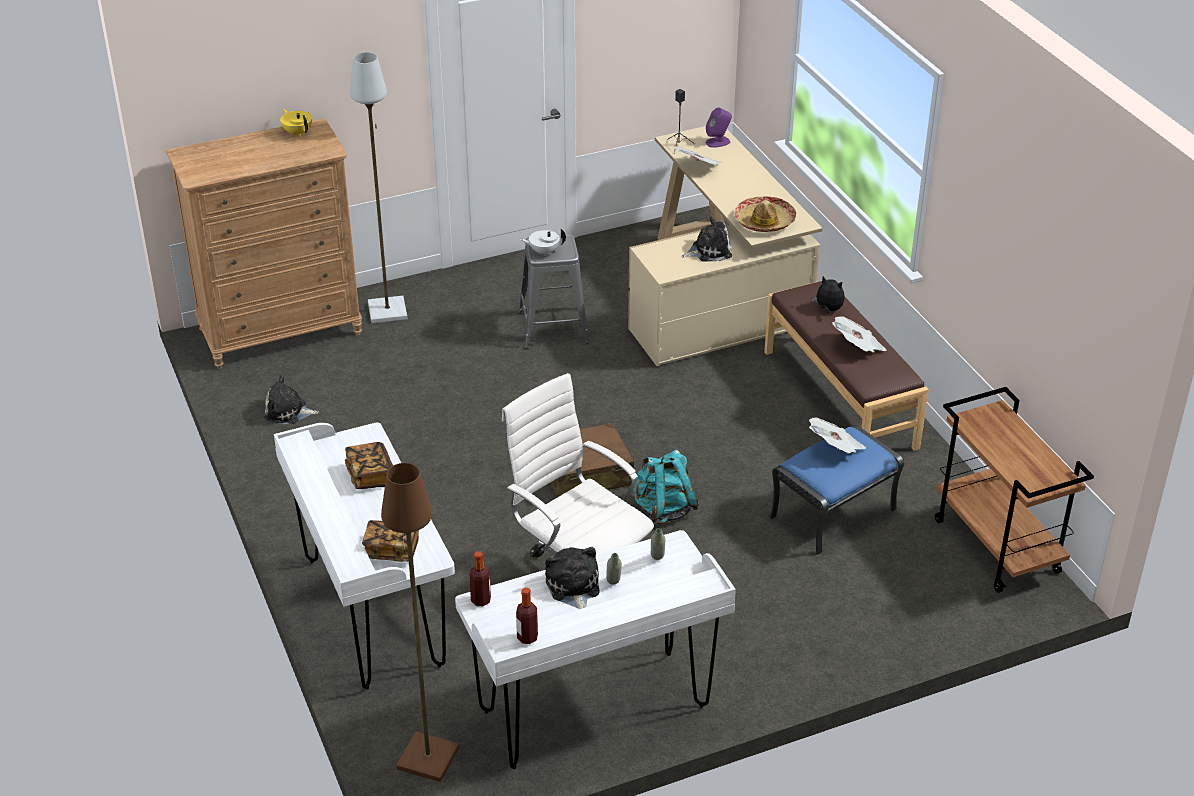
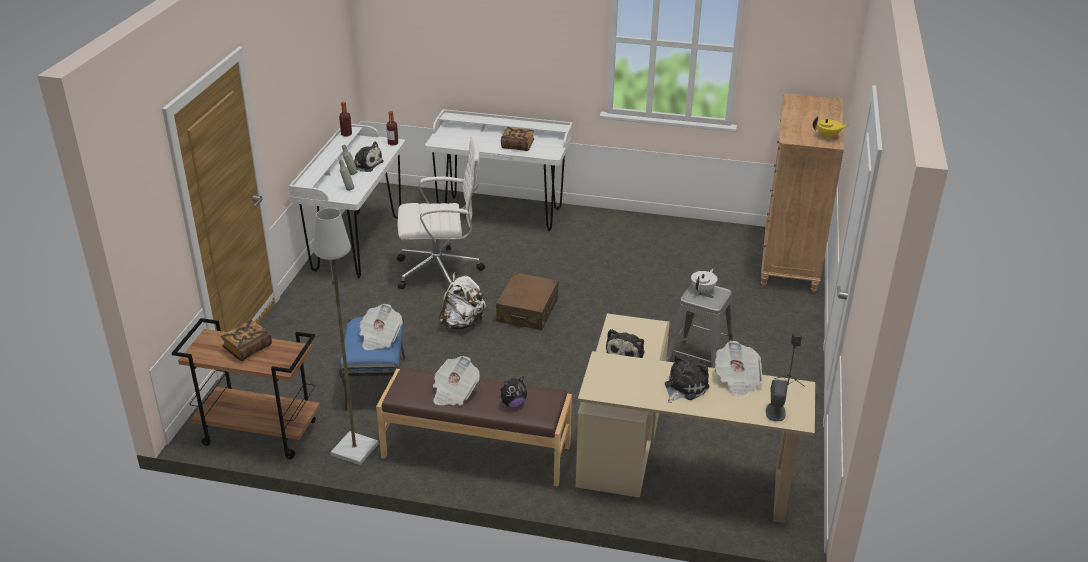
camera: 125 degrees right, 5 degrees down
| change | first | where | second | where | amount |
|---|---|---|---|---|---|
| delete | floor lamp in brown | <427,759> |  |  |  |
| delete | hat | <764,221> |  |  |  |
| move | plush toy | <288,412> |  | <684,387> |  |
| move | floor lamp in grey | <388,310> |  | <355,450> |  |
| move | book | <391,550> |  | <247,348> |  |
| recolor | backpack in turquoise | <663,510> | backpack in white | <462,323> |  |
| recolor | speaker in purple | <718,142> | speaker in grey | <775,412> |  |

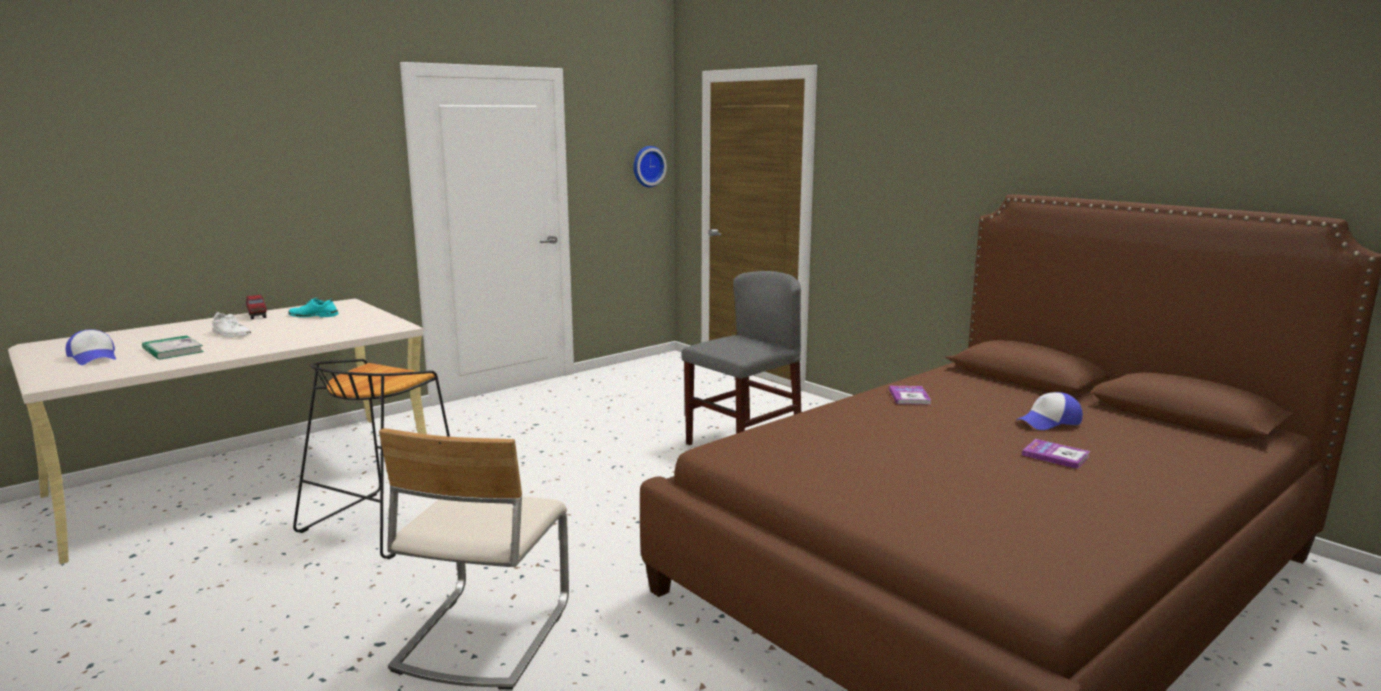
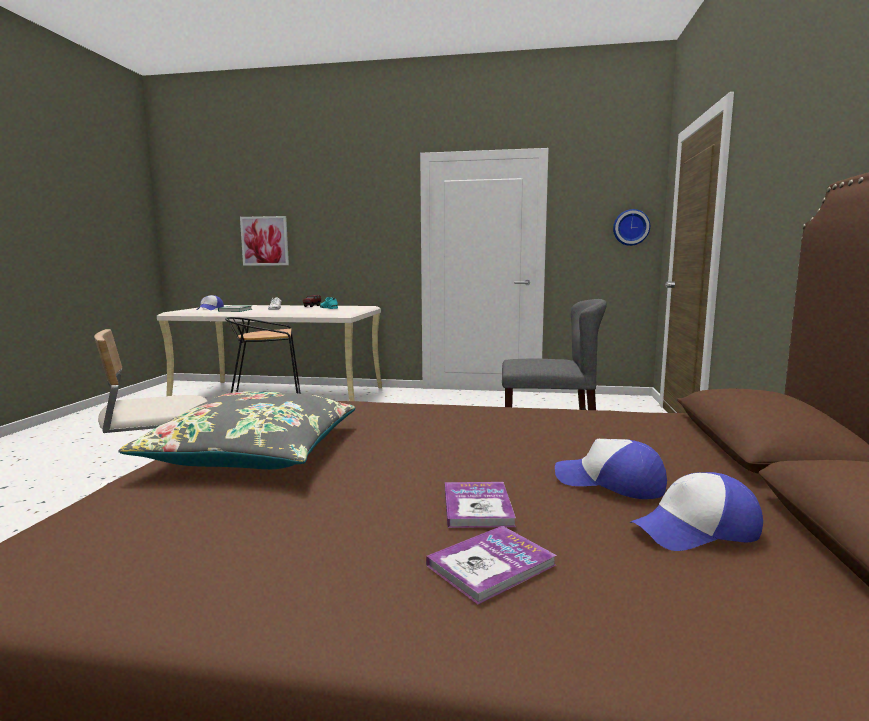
camera: 50 degrees right, 5 degrees down
| change | first | where | second | where | amount |
|---|---|---|---|---|---|
| insert |  |  | pillow in grey | <255,452> |  |
| insert |  |  | picture | <265,241> |  |
| insert |  |  | cap | <696,530> |  |
| move | book | <909,397> |  | <491,565> |  |

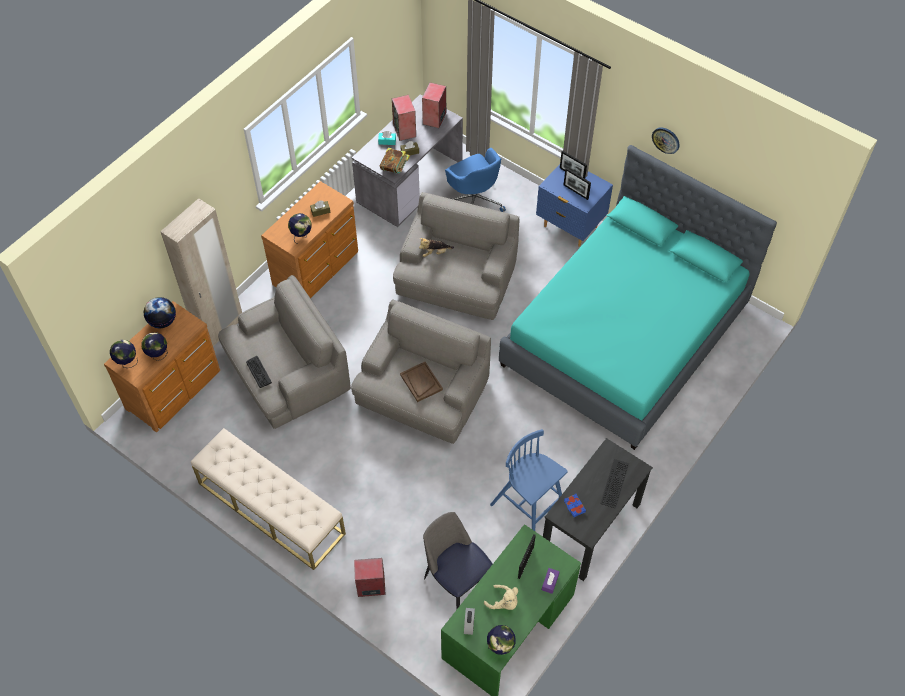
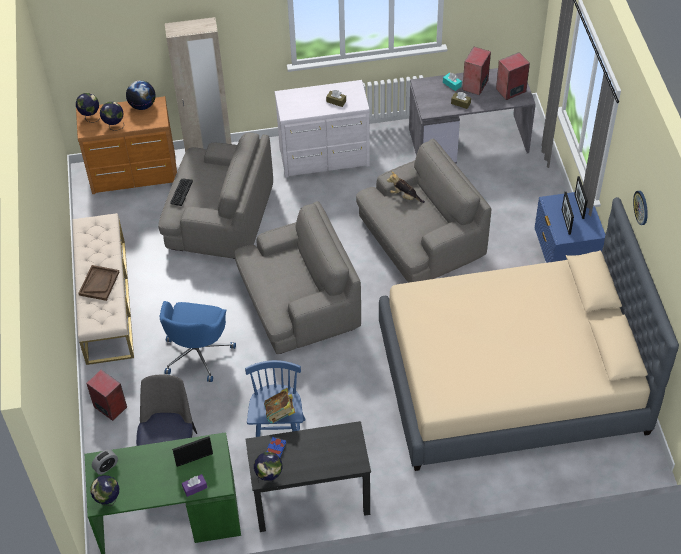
camera: 45 degrees right, 5 degrees down
| change | first | where | second | where | amount |
|---|---|---|---|---|---|
| delete | plush toy in beige | <504,602> |  |  |  |
| delete | keyboard | <614,482> |  |  |  |
| move | globe | <301,236> |  | <269,477> |  |
| move | book | <395,168> |  | <280,414> |  |
| move | tray in brown | <421,382> |  | <99,283> |  |
| move | office chair in blue | <474,201> |  | <198,353> |  |
| recolor | dresser in brown | <318,268> | dresser in white | <325,158> |  |
| recolor | bed in turquoise | <625,335> | bed in beige | <511,379> |  |

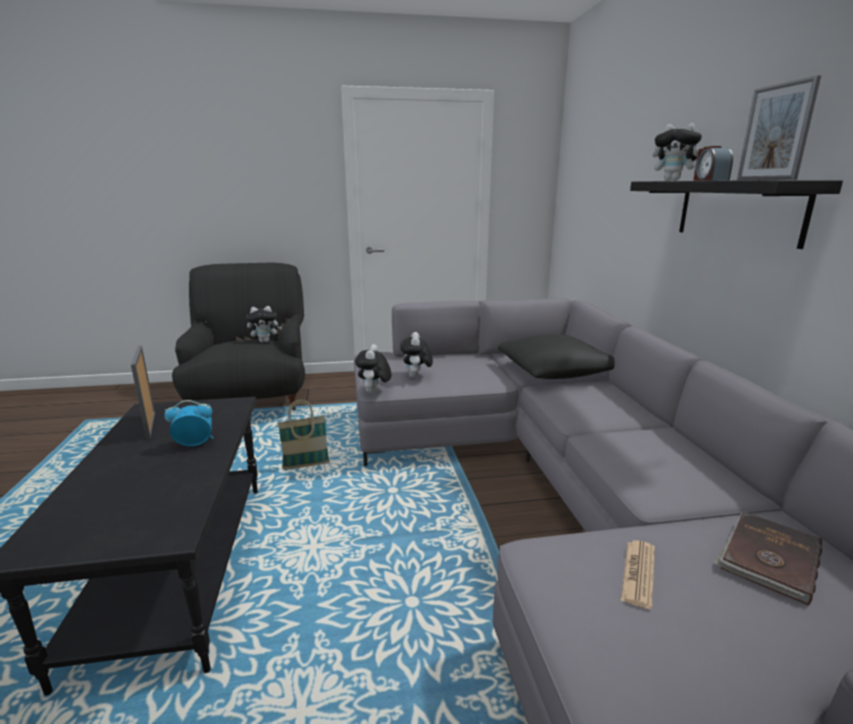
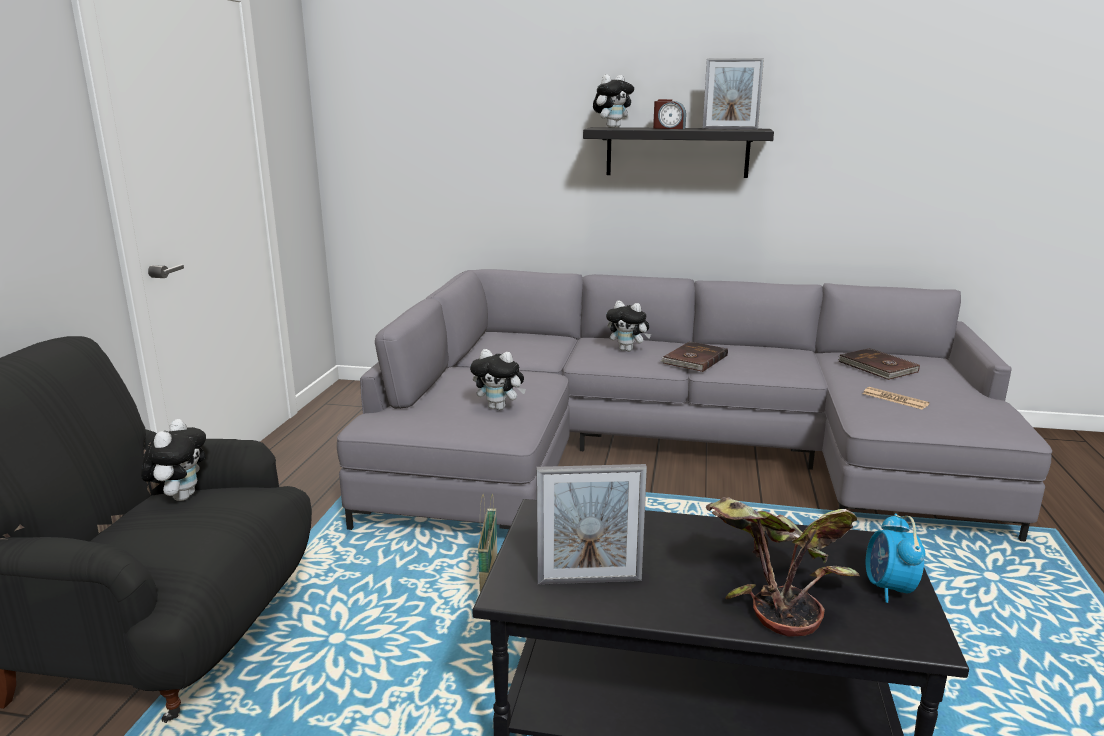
camera: 70 degrees left, 0 degrees up
| change | first | where | second | where | amount |
|---|---|---|---|---|---|
| delete | pillow in black | <554,372> |  |  |  |
| insert |  |  | book in brown | <694,359> |  |
| insert |  |  | potted plant | <770,589> |  |
| move | alarm clock | <194,444> |  | <888,589> |  |
| move | plush toy | <374,392> |  | <628,350> |  |

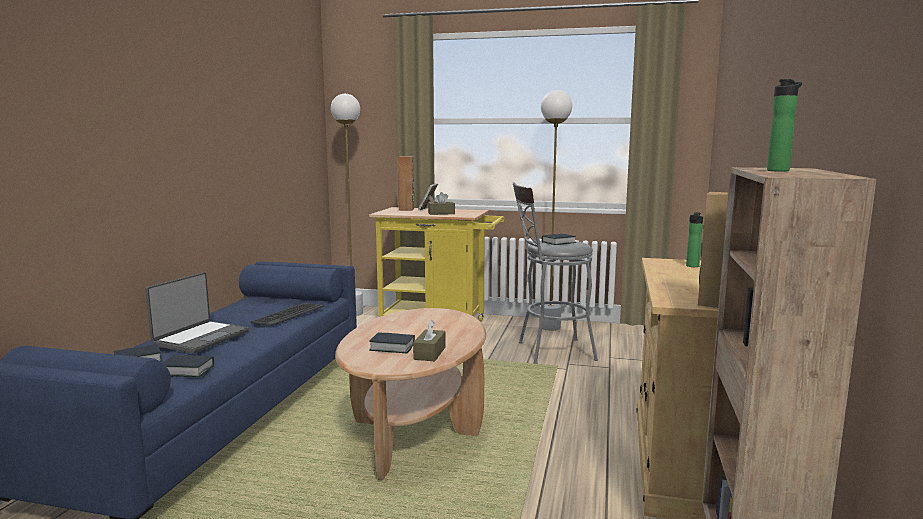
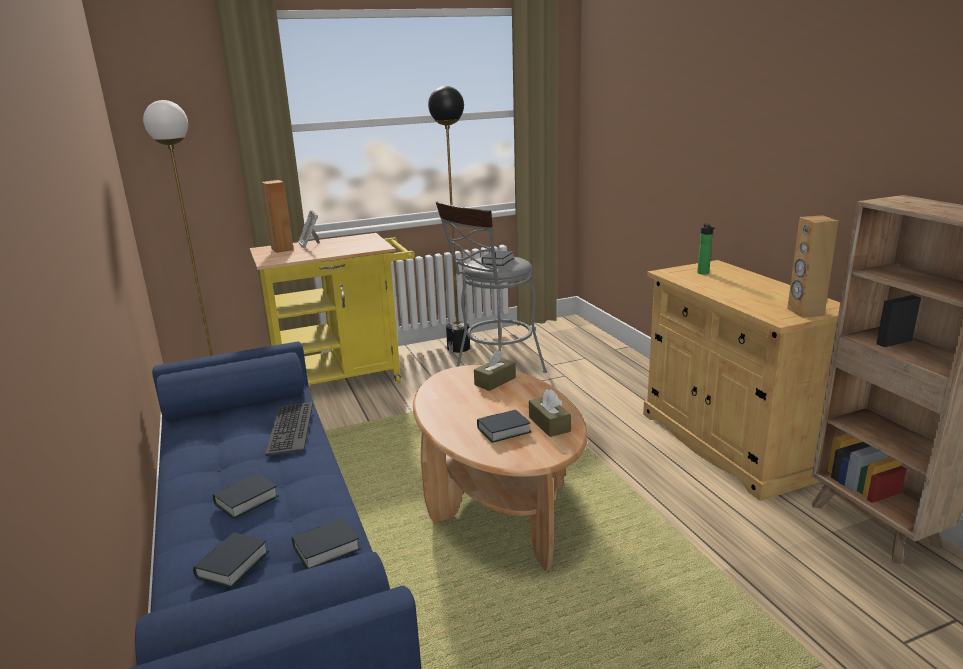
camera: 35 degrees left, 10 degrees up
| change | first | where | second | where | amount |
|---|---|---|---|---|---|
| delete | bottle | <779,170> |  |  |  |
| move | tissue box in brown | <441,213> |  | <495,381> |  |
| replace | laptop | <200,338> | book | <246,500> |  |
| recolor | floor lamp in white | <550,327> | floor lamp in black | <458,348> |  |

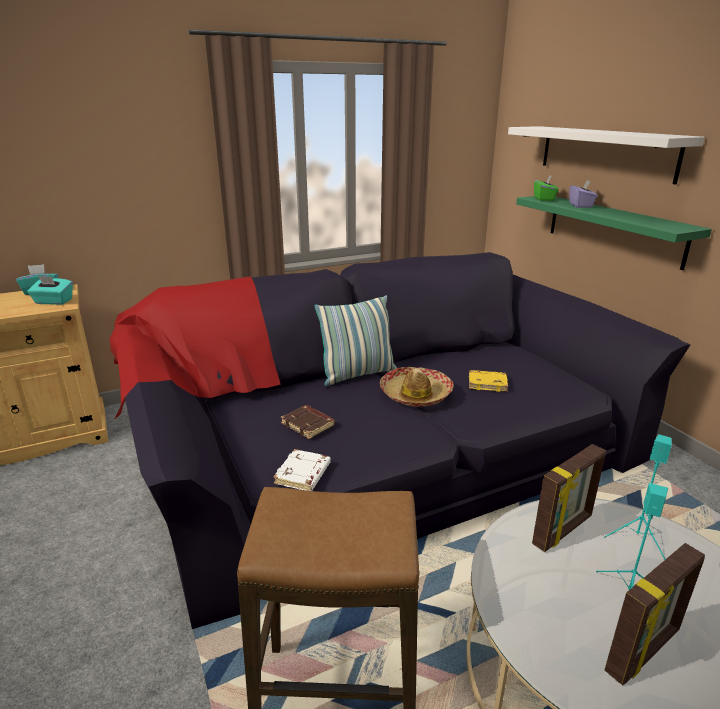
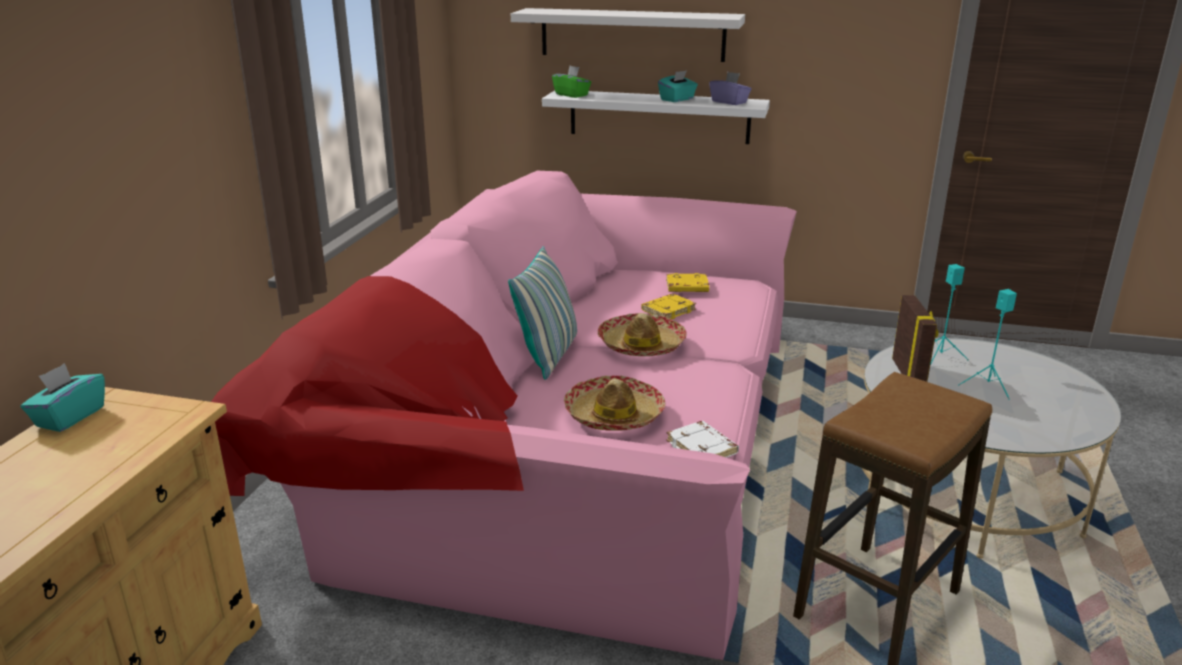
camera: 50 degrees left, 0 degrees up
| change | first | where | second | where | amount |
|---|---|---|---|---|---|
| delete | picture frame | <644,651> |  |  |  |
| insert |  |  | book in yellow | <686,287> |  |
| move | tissue box in turquoise | <53,302> |  | <677,99> |  |
| move | tissue box in purple | <581,205> |  | <729,102> |  |
| replace | book in brown | <309,425> | hat | <614,415> |  |
| recolor | sofa in black | <377,439> | sofa in pink | <569,430> |  |
| recolor | shelf in green | <613,229> | shelf in white | <659,116> |  |

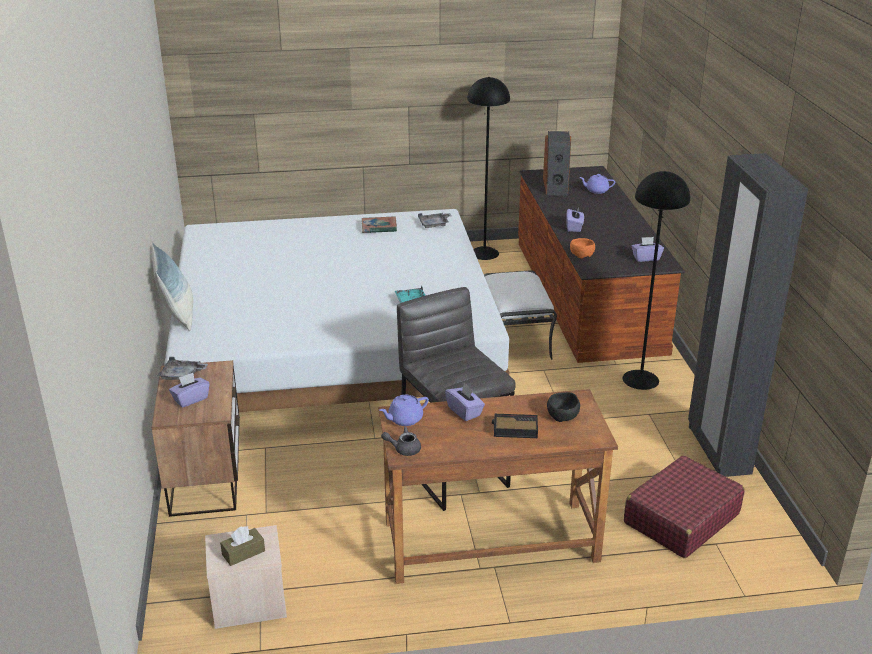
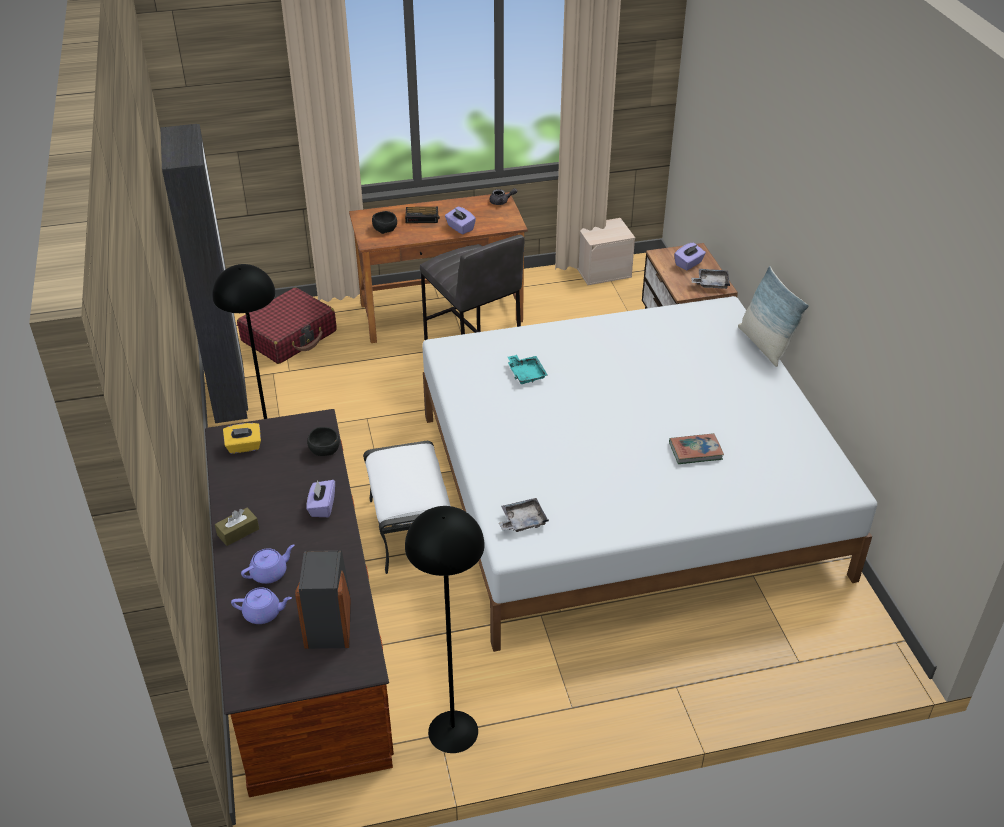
camera: 175 degrees right, 10 degrees up
| change | first | where | second | where | amount |
|---|---|---|---|---|---|
| move | tissue box in brown | <243,553> |  | <238,532> |  |
| move | book | <379,227> |  | <695,451> |  |
| move | teapot in purple | <404,419> |  | <270,573> |  |
| recolor | bowl in orange | <581,254> | bowl in black | <325,449> |  |
| recolor | tissue box in purple | <646,258> | tissue box in yellow | <244,447> |  |

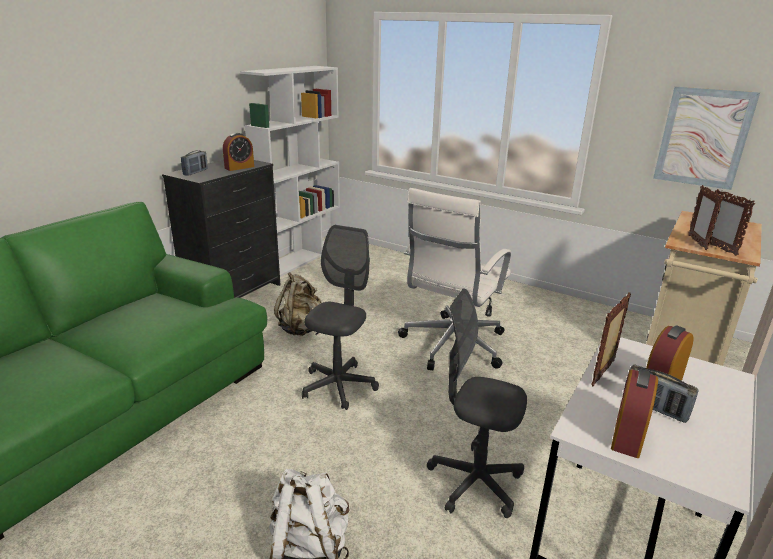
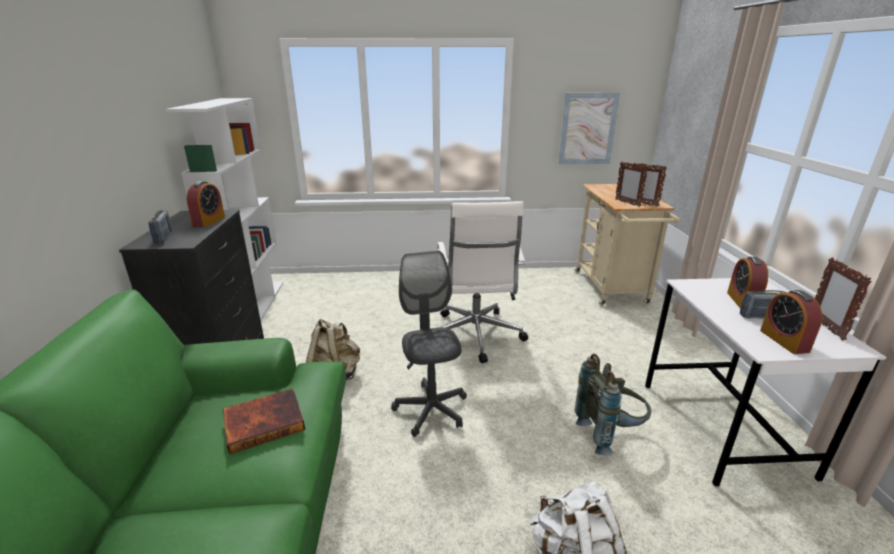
camera: 35 degrees left, 0 degrees up
| change | first | where | second | where | amount |
|---|---|---|---|---|---|
| insert |  |  | book | <264,422> |  |
| move | picture frame | <603,373> |  | <826,327> |  |
| replace | office chair in grey | <474,482> | backpack in grey | <609,433> |  |

